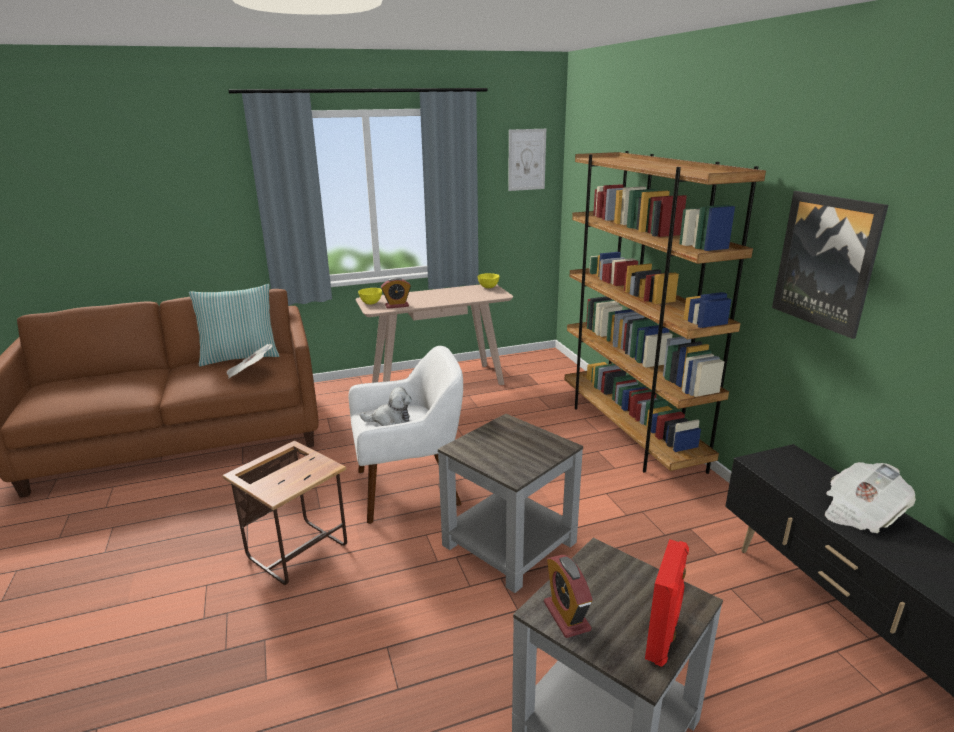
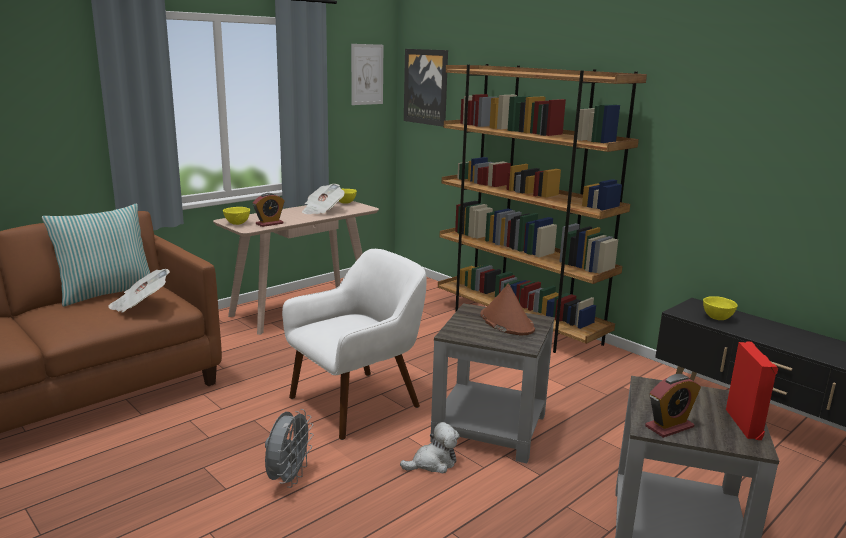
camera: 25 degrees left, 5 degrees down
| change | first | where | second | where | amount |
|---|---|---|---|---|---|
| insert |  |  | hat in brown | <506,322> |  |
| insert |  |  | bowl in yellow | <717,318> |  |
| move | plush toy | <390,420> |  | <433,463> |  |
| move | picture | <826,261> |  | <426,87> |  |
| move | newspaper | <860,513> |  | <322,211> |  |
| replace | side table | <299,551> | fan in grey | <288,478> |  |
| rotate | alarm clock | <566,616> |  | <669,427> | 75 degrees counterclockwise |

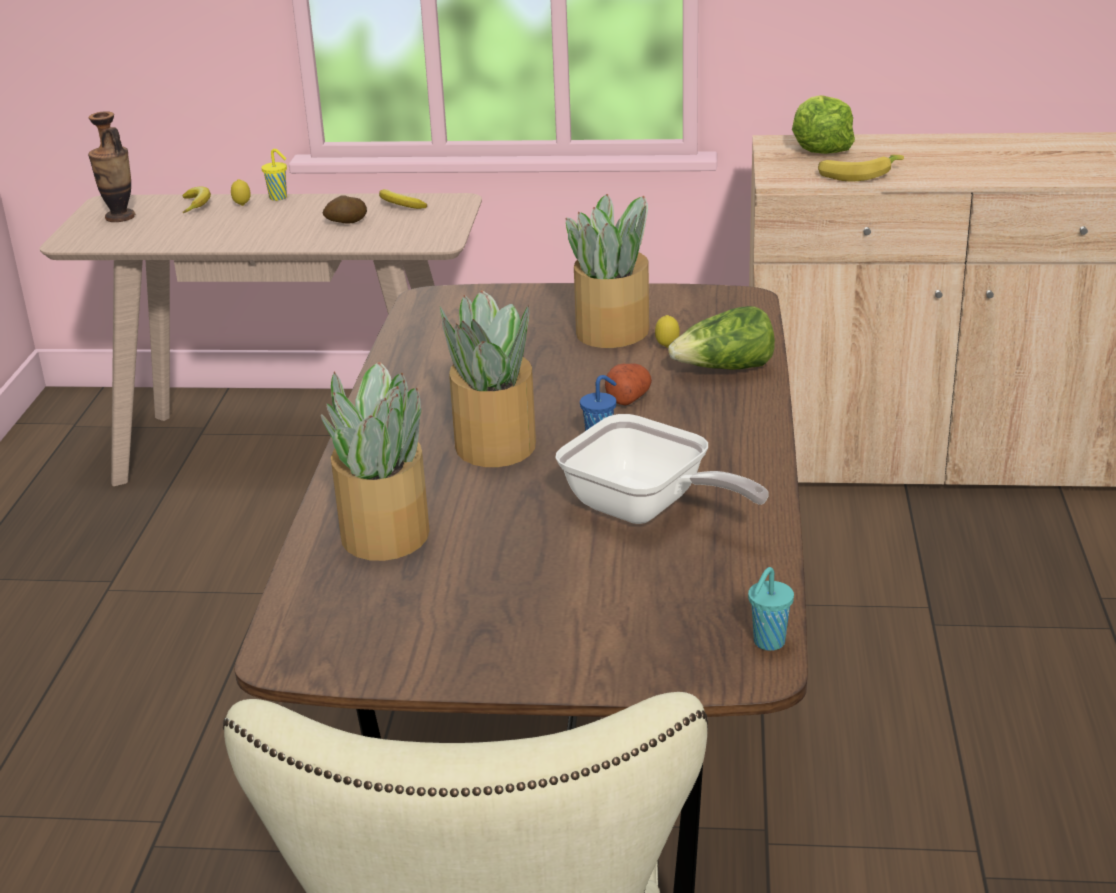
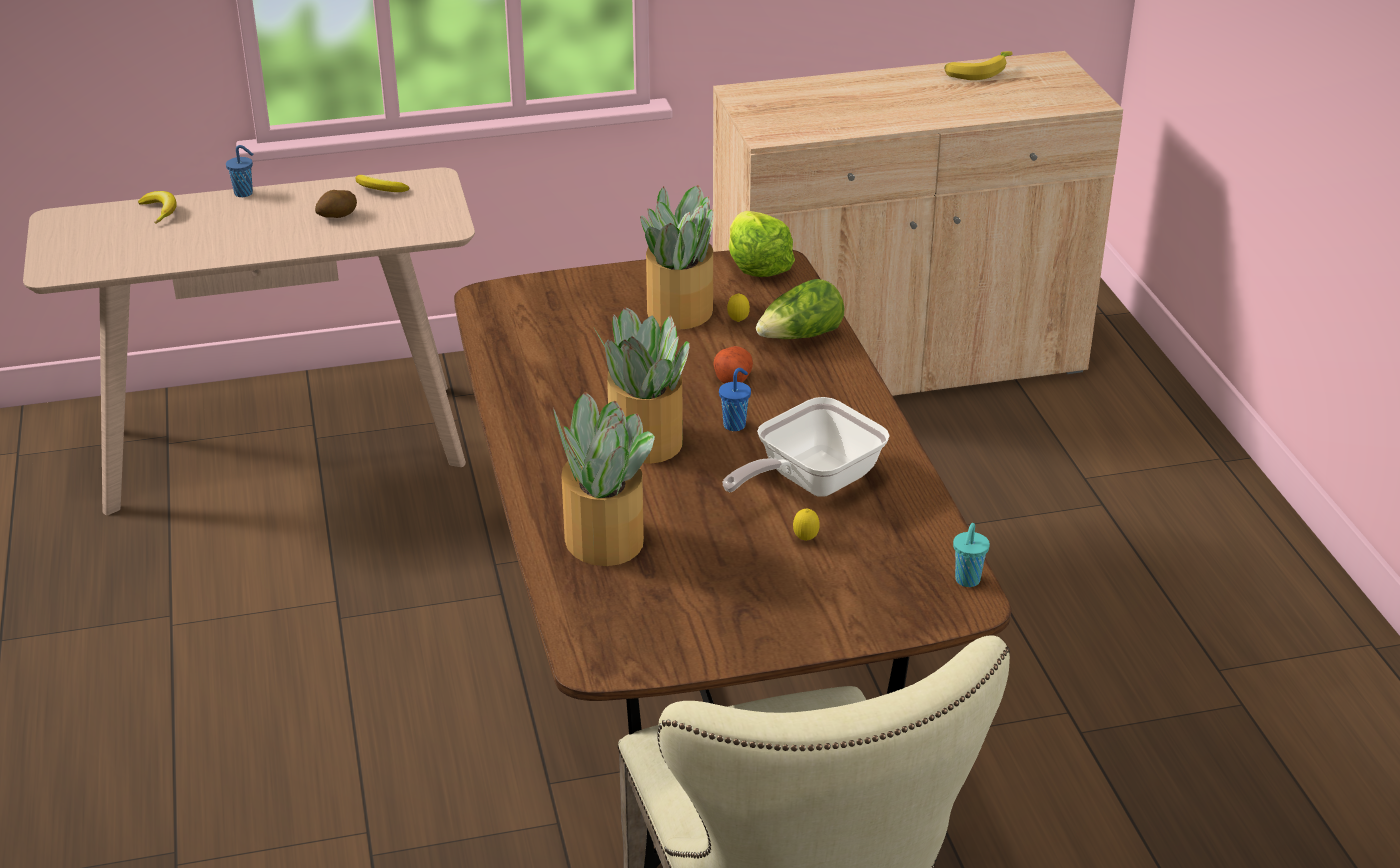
camera: 20 degrees left, 5 degrees up
| change | first | where | second | where | amount |
|---|---|---|---|---|---|
| delete | vase | <120,217> |  |  |  |
| move | lemon | <242,205> |  | <805,540> |  |
| move | lettuce | <820,147> |  | <757,266> |  |
| move | banana | <858,174> |  | <977,72> |  |
| recolor | cup in yellow | <279,198> | cup in blue | <245,193> |  |
| rotate | frying pan | <646,510> |  | <809,482> | 120 degrees clockwise |

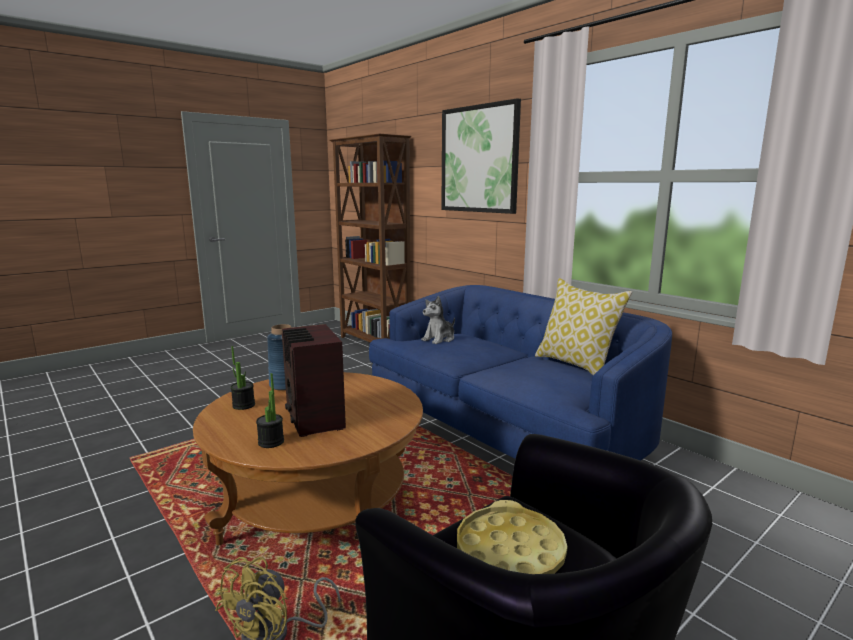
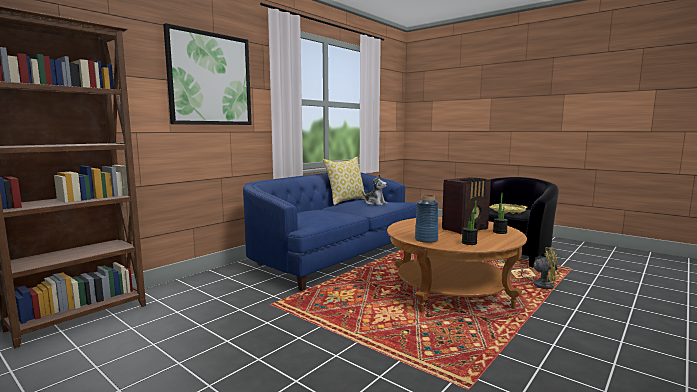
camera: 100 degrees left, 5 degrees down
| change | first | where | second | where | amount |
|---|---|---|---|---|---|
| move | plush toy | <439,339> |  | <375,203> |  |

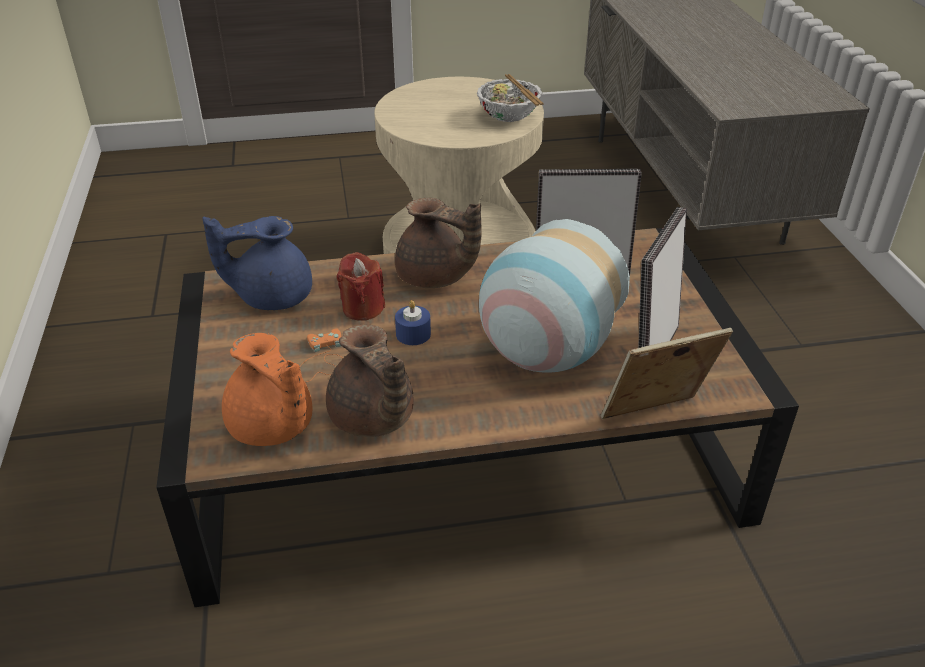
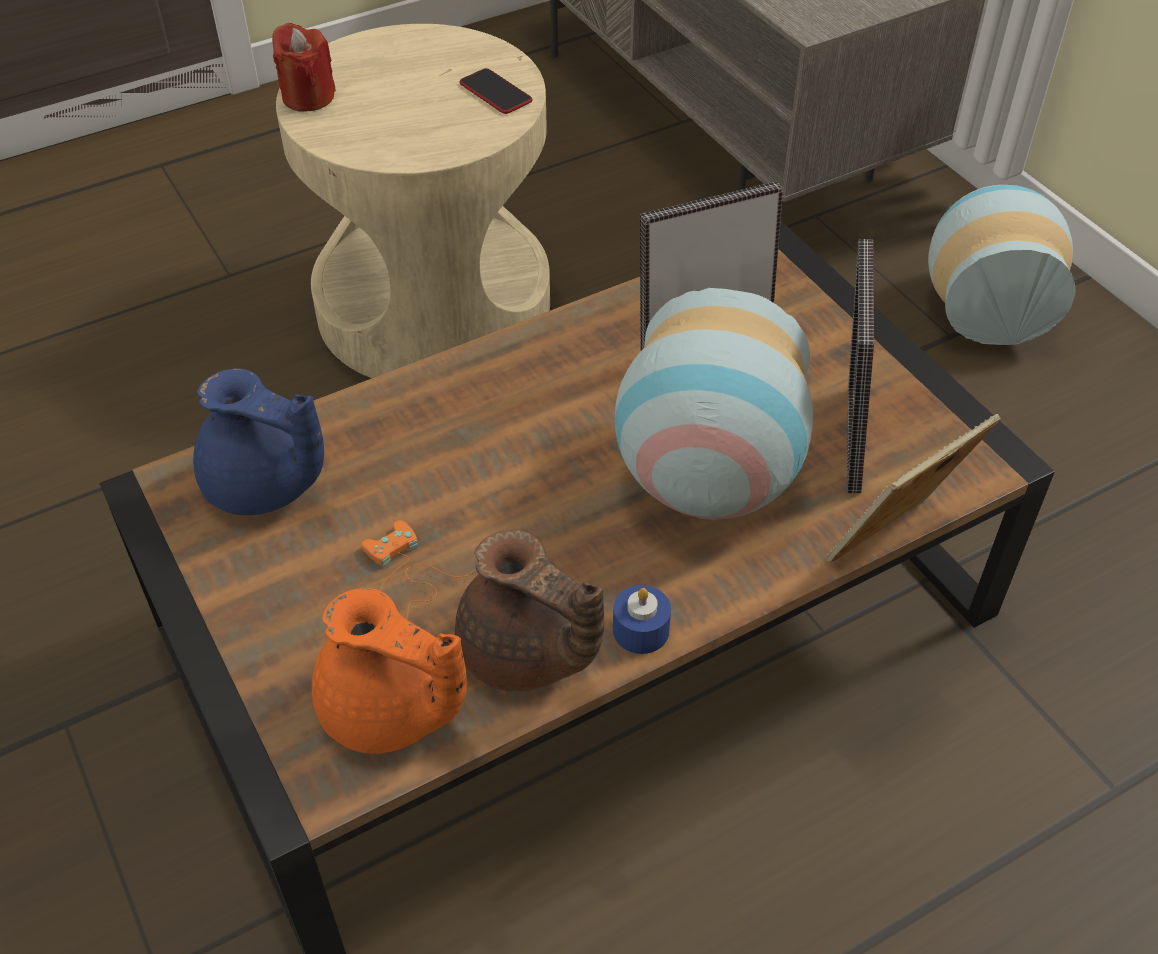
camera: 20 degrees left, 10 degrees up
| change | first | where | second | where | amount |
|---|---|---|---|---|---|
| delete | teapot in brown | <434,278> |  |  |  |
| insert |  |  | vase | <984,308> |  |
| move | candle in red | <362,308> |  | <308,97> |  |
| move | candle in blue | <413,334> |  | <641,630> |  |
| replace | bowl | <509,116> | phone | <495,93> |  |
| rotate | teapot in blue | <271,295> |  | <265,487> | 120 degrees counterclockwise |

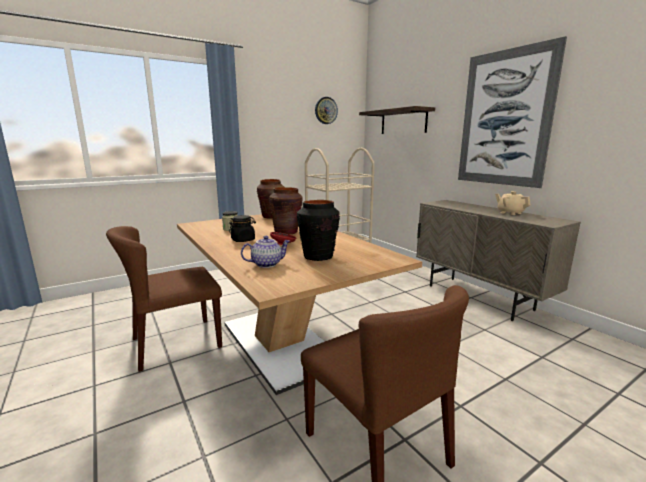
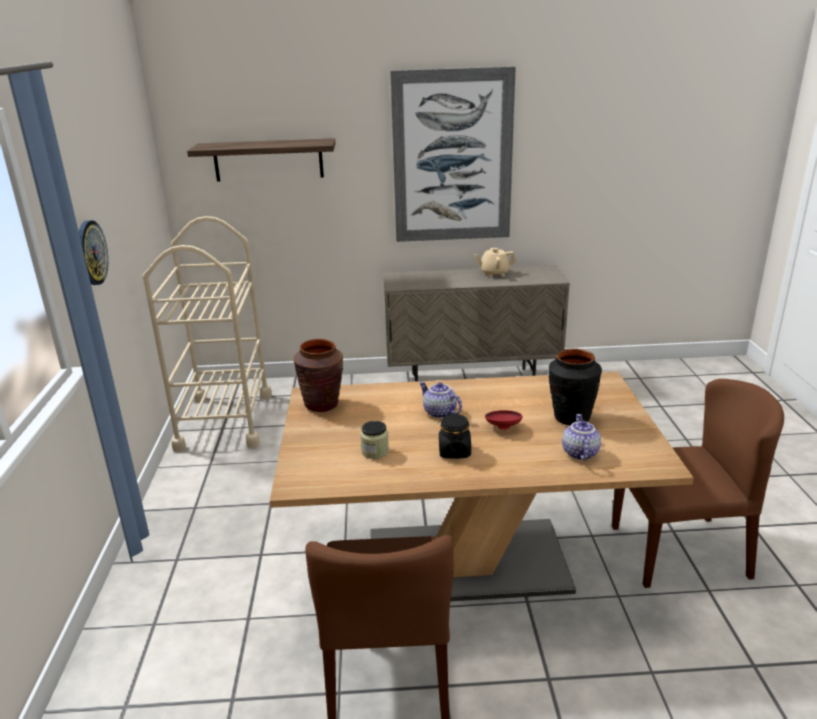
camera: 60 degrees left, 10 degrees up
| change | first | where | second | where | amount |
|---|---|---|---|---|---|
| move | wall clock | <326,110> |  | <91,253> |  |
| replace | vase in brown | <286,232> | teapot | <439,412> |  |

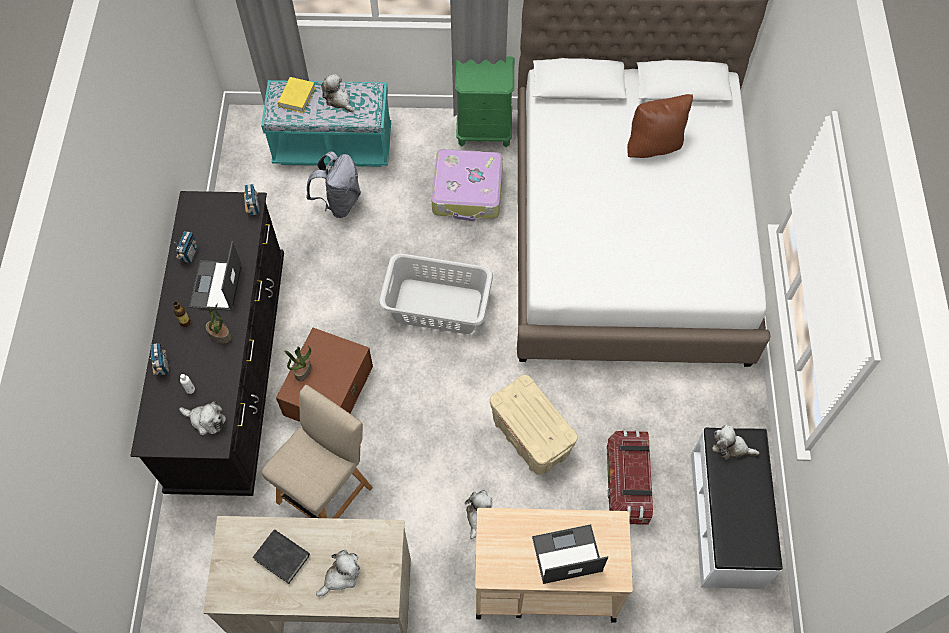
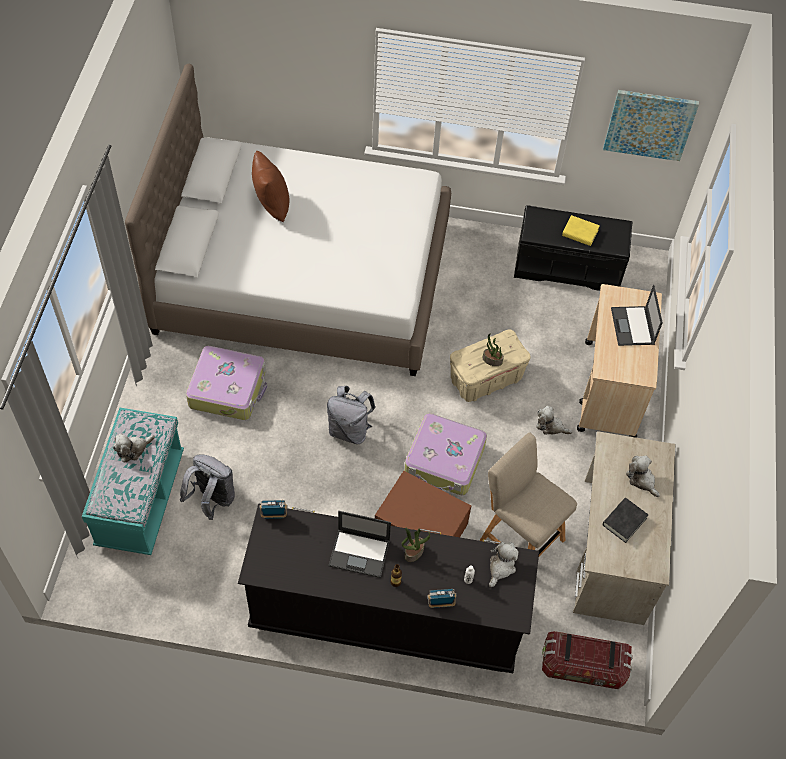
camera: 85 degrees left, 5 degrees down
| change | first | where | second | where | amount |
|---|---|---|---|---|---|
| delete | radio | <189,254> |  |  |  |
| delete | nightstand in green | <484,131> |  |  |  |
| delete | plush toy | <730,447> |  |  |  |
| insert |  |  | suitcase | <444,461> |  |
| insert |  |  | picture | <649,124> |  |
| move | book in yellow | <296,97> |  | <580,233> |  |
| move | potted plant | <302,370> |  | <492,360> |  |
| move | storage box | <627,484> |  | <583,667> |  |
| replace | laundry basket in grey | <437,307> | backpack in grey | <349,430> |  |
| recolor | bench in white | <726,519> | bench in black | <567,267> |  |

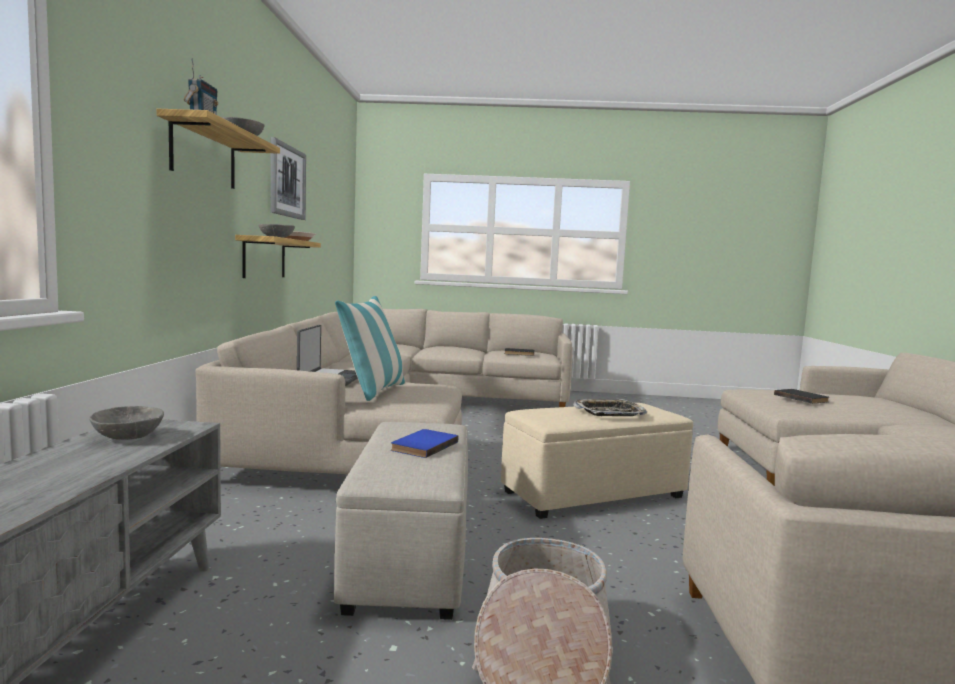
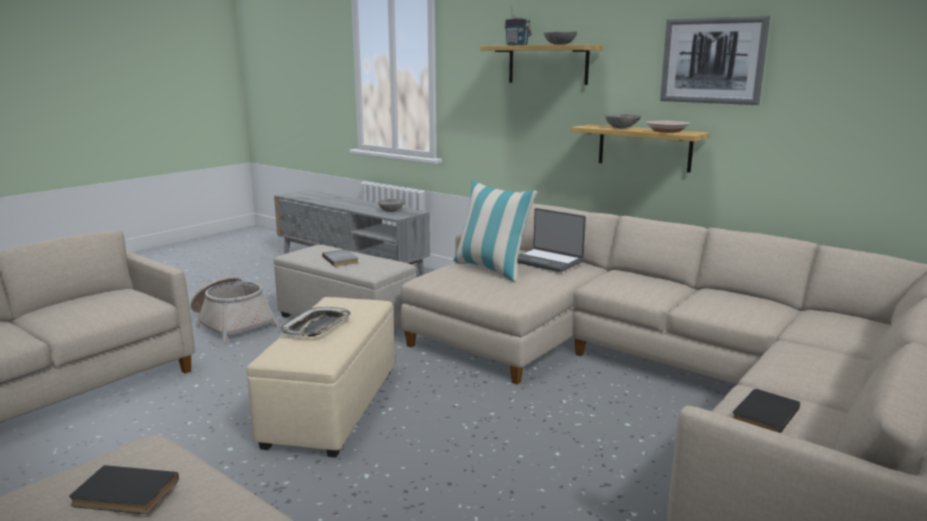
camera: 125 degrees right, 10 degrees up
| change | first | where | second | where | amount |
|---|---|---|---|---|---|
| recolor | book in blue | <422,446> | book in grey | <341,259> |  |

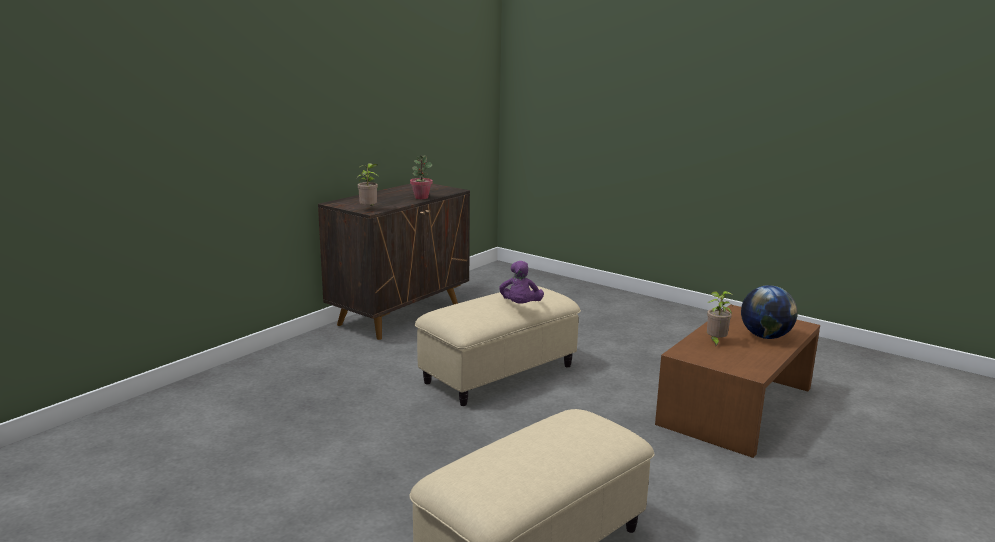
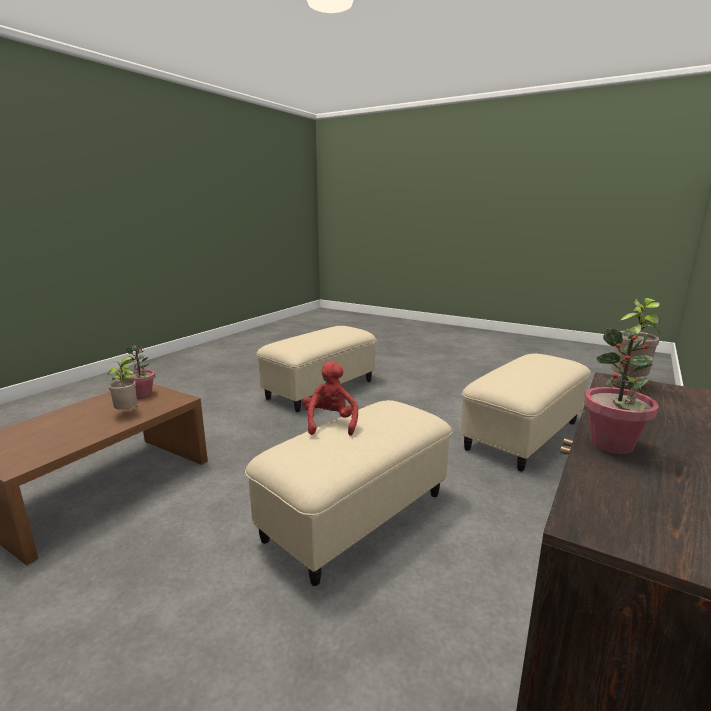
camera: 175 degrees right, 0 degrees up
| change | first | where | second | where | amount |
|---|---|---|---|---|---|
| delete | globe | <765,336> |  |  |  |
| insert |  |  | potted plant | <143,394> |  |
| insert |  |  | ottoman in beige | <523,436> |  |
| recolor | plush toy in purple | <520,306> | plush toy in red | <330,423> |  |

